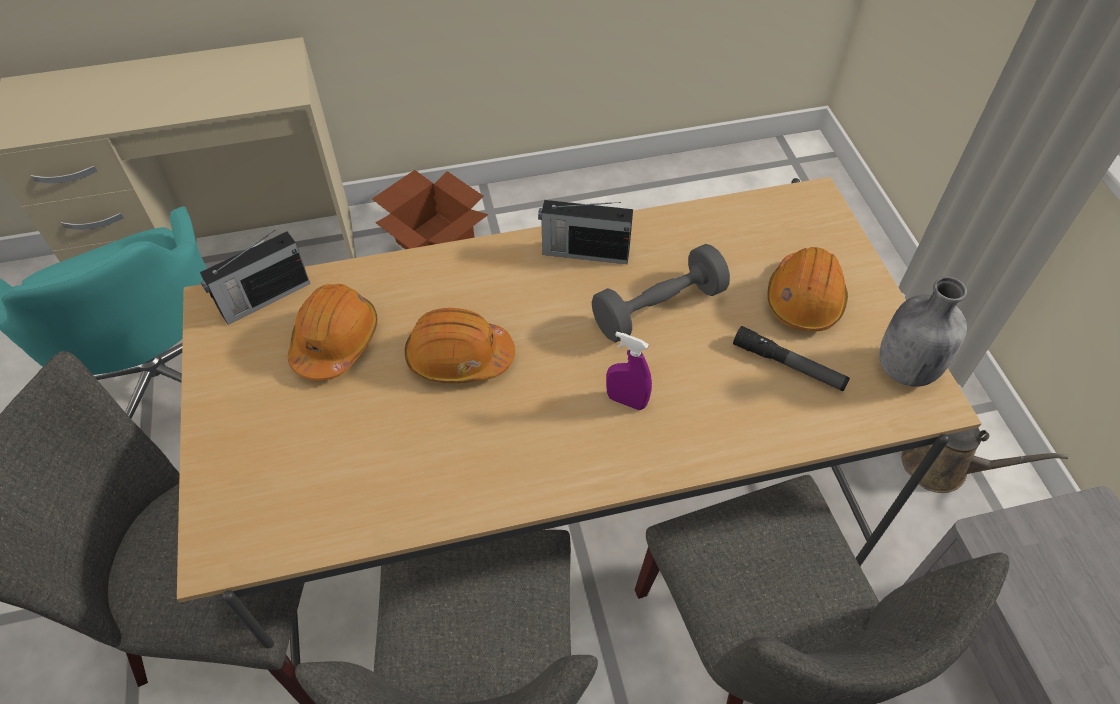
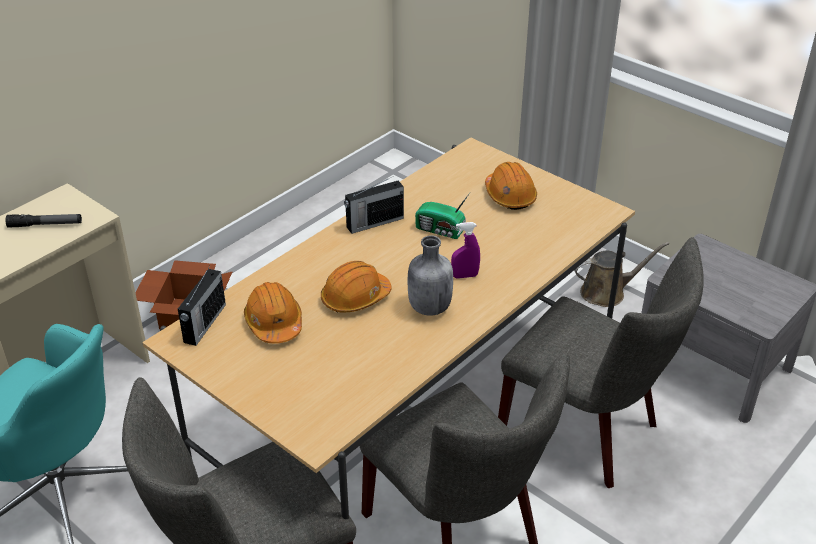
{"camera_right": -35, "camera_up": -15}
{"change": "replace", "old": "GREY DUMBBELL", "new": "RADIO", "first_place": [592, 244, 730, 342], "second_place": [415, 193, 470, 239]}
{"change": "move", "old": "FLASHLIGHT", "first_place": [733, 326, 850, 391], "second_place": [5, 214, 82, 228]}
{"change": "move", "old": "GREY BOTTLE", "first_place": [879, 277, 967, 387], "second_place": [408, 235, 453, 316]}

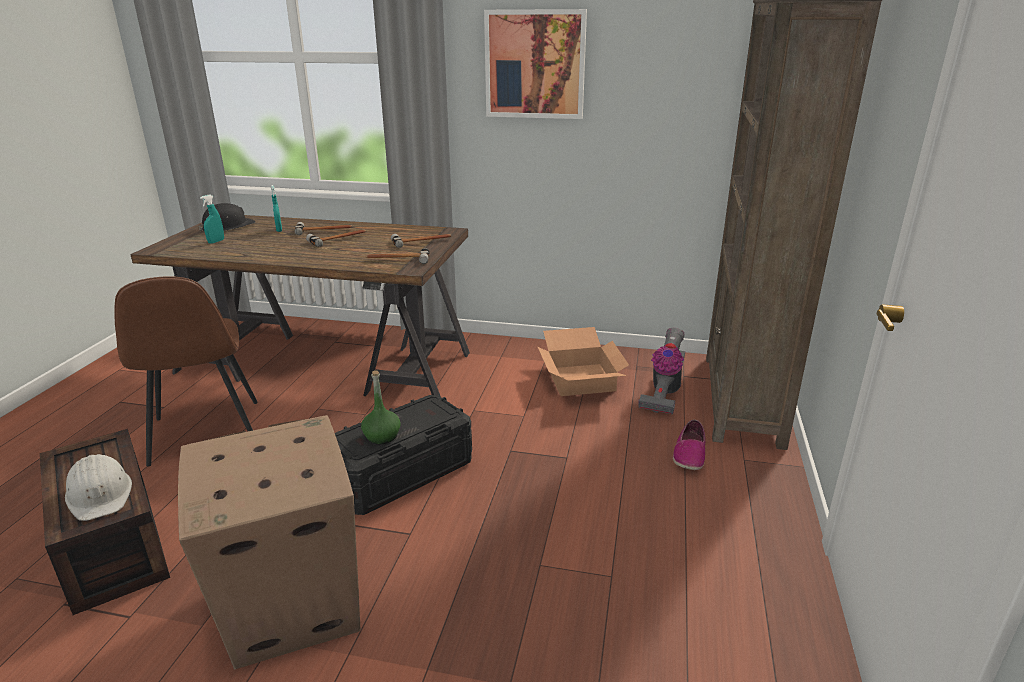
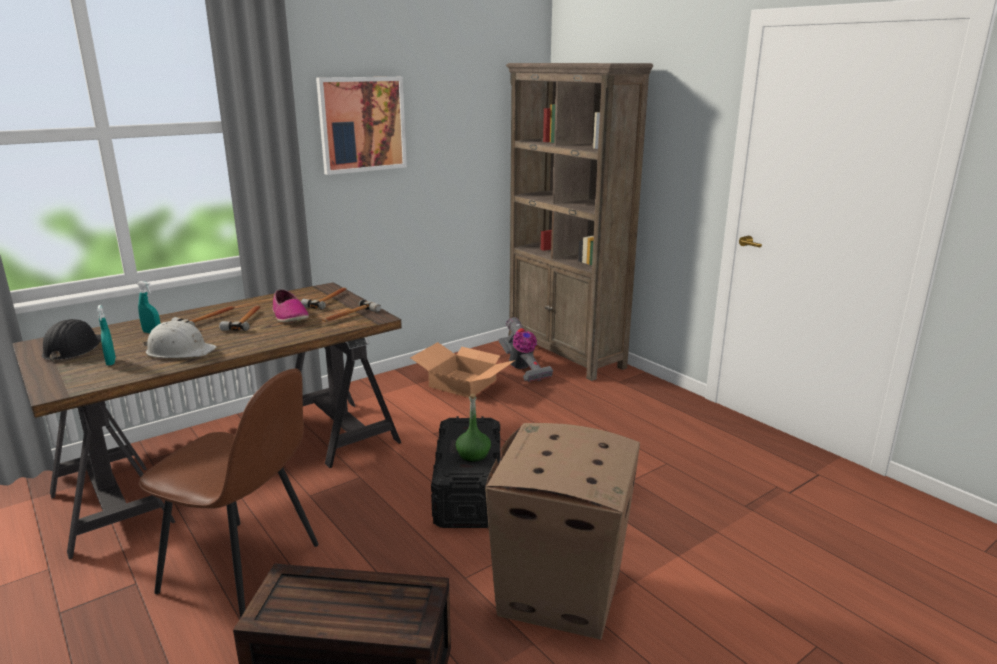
{"camera_right": -50, "camera_up": -5}
{"change": "move", "old": "WHITE HARD HAT", "first_place": [65, 454, 132, 521], "second_place": [143, 321, 217, 358]}
{"change": "move", "old": "SHOE", "first_place": [673, 419, 705, 470], "second_place": [272, 289, 309, 323]}

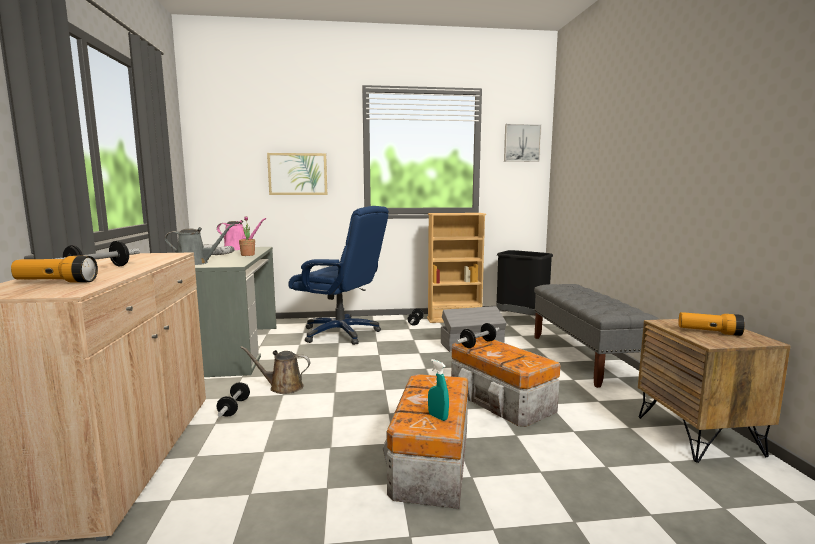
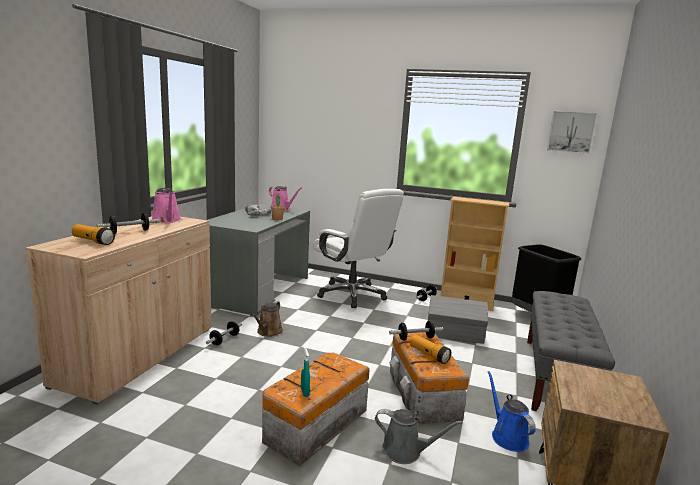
{"camera_right": 25, "camera_up": 5}
{"change": "move", "old": "GREY WATERING CAN", "first_place": [165, 224, 234, 265], "second_place": [375, 409, 463, 464]}
{"change": "rotate", "old": "BROWN WATERING CAN", "first_place": [240, 346, 311, 394], "second_place": [252, 301, 283, 337], "degrees": -105}
{"change": "delete", "old": "PICTURE", "first_place": [267, 153, 327, 195]}
{"change": "recolor", "old": "BLUE OFFICE CHAIR", "new": "WHITE OFFICE CHAIR", "first_place": [288, 206, 389, 345], "second_place": [313, 189, 404, 308]}
{"change": "move", "old": "FLASHLIGHT", "first_place": [678, 312, 745, 336], "second_place": [410, 335, 451, 364]}
{"change": "insert", "new": "PINK WATERING CAN", "second_place": [152, 188, 181, 223]}
{"change": "insert", "new": "BLUE WATERING CAN", "second_place": [488, 371, 536, 452]}

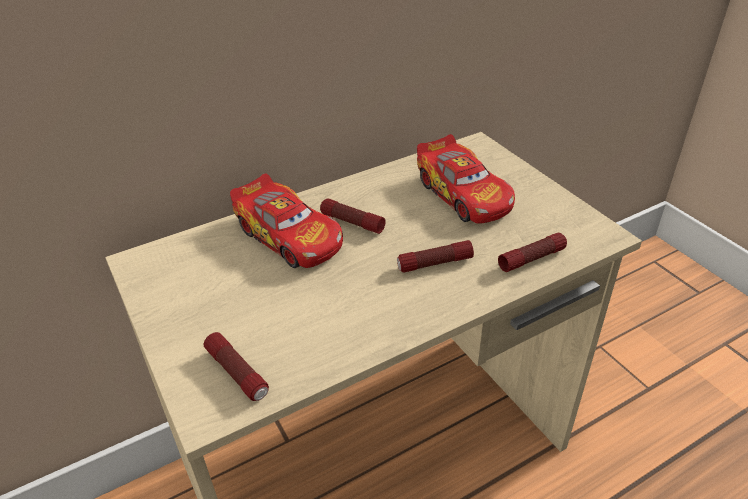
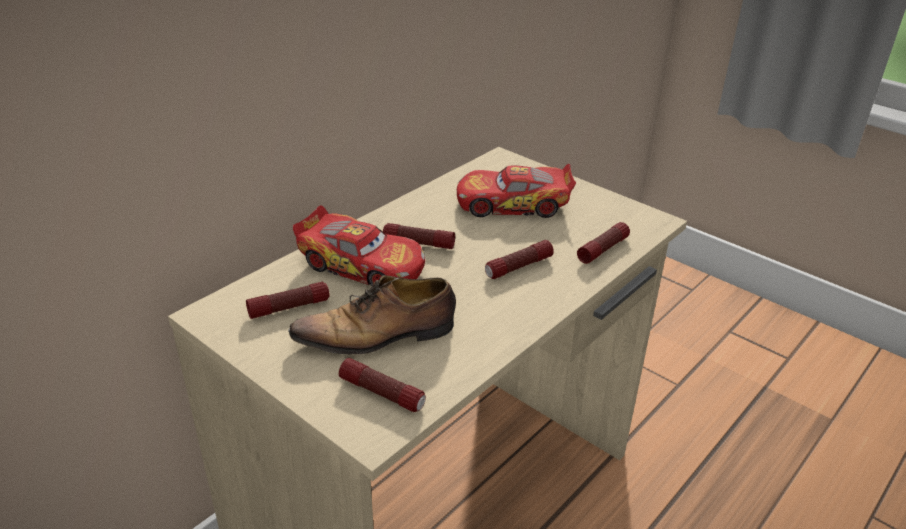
{"camera_right": -20, "camera_up": -5}
{"change": "rotate", "old": "TOY CAR", "first_place": [417, 134, 515, 223], "second_place": [457, 164, 576, 218], "degrees": 135}
{"change": "insert", "new": "FLASHLIGHT", "second_place": [246, 282, 330, 319]}
{"change": "insert", "new": "SHOE", "second_place": [288, 275, 456, 355]}

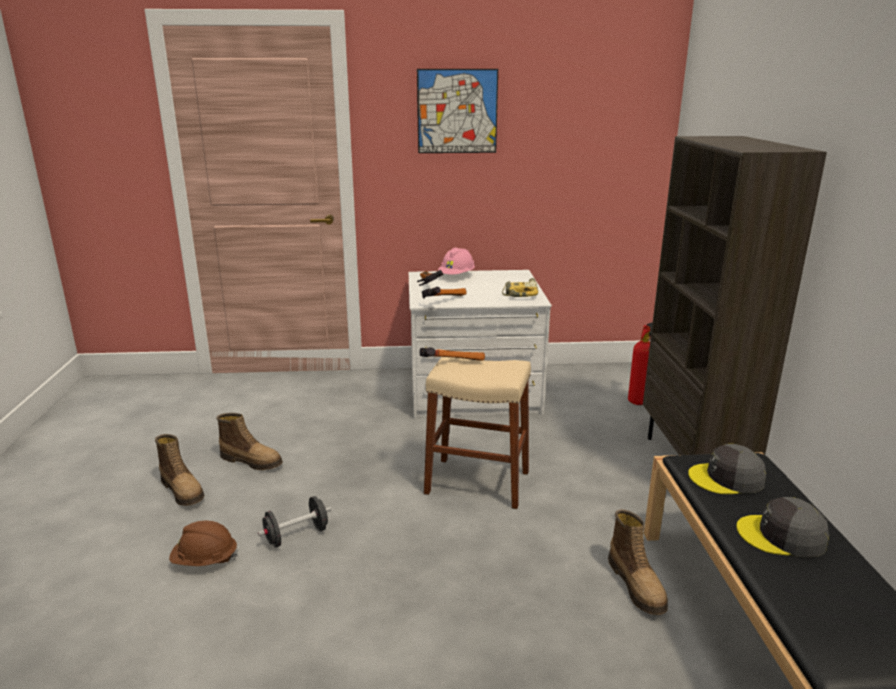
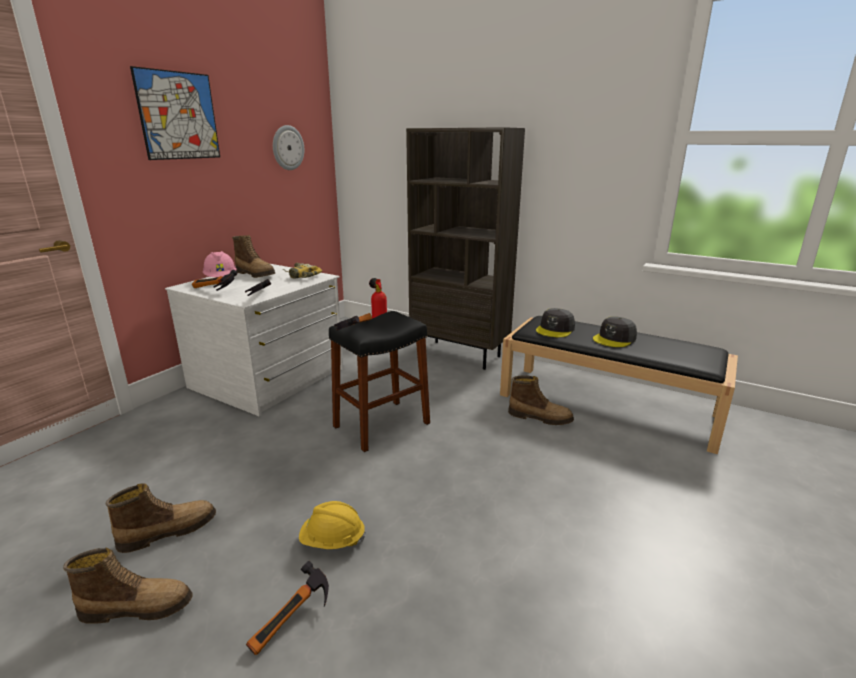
{"camera_right": -55, "camera_up": 0}
{"change": "replace", "old": "BROWN HARD HAT", "new": "HAMMER", "first_place": [169, 521, 238, 566], "second_place": [246, 561, 329, 655]}
{"change": "replace", "old": "BLACK DUMBBELL", "new": "YELLOW HARD HAT", "first_place": [258, 496, 331, 548], "second_place": [299, 501, 366, 549]}
{"change": "recolor", "old": "BEIGE STOOL", "new": "BLACK STOOL", "first_place": [424, 357, 531, 509], "second_place": [329, 311, 430, 452]}
{"change": "insert", "new": "BOOT", "second_place": [232, 235, 275, 278]}
{"change": "insert", "new": "WALL CLOCK", "second_place": [273, 125, 304, 170]}

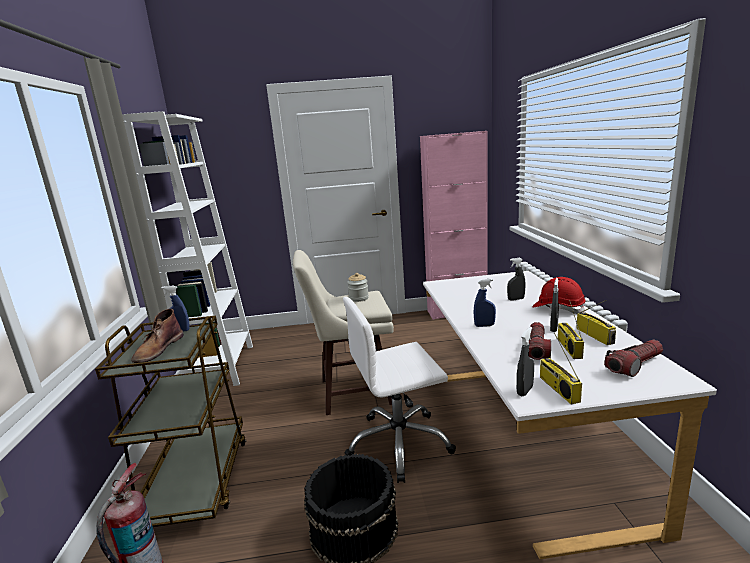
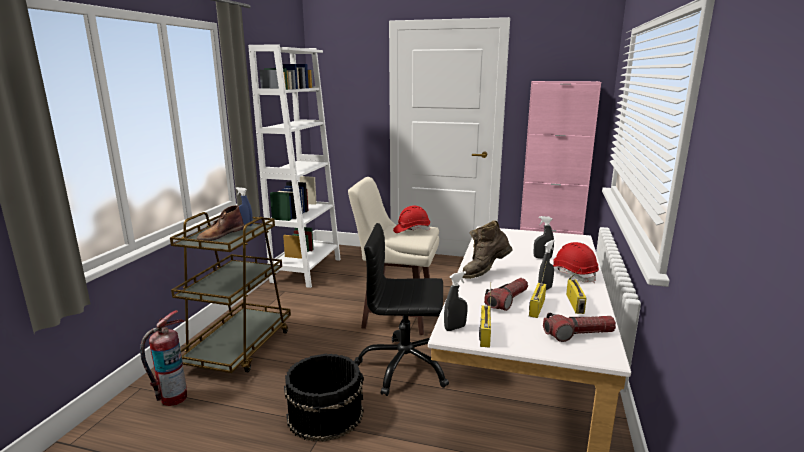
{"camera_right": 20, "camera_up": 0}
{"change": "recolor", "old": "WHITE OFFICE CHAIR", "new": "BLACK OFFICE CHAIR", "first_place": [343, 297, 456, 483], "second_place": [354, 223, 449, 396]}
{"change": "replace", "old": "JAR", "new": "RED HARD HAT", "first_place": [347, 273, 369, 302], "second_place": [393, 205, 430, 233]}
{"change": "replace", "old": "BLUE SPRAY BOTTLE", "new": "BROWN BOOT", "first_place": [473, 279, 496, 327], "second_place": [463, 220, 513, 279]}

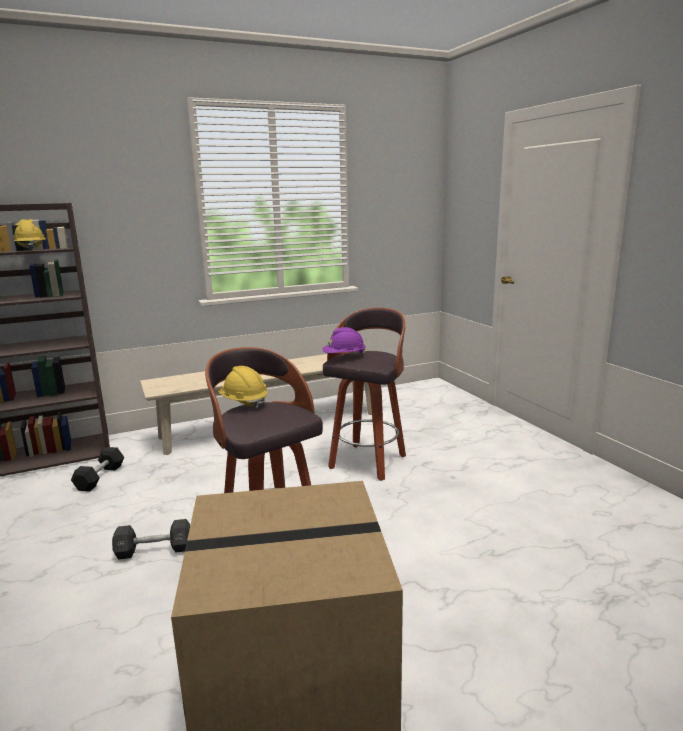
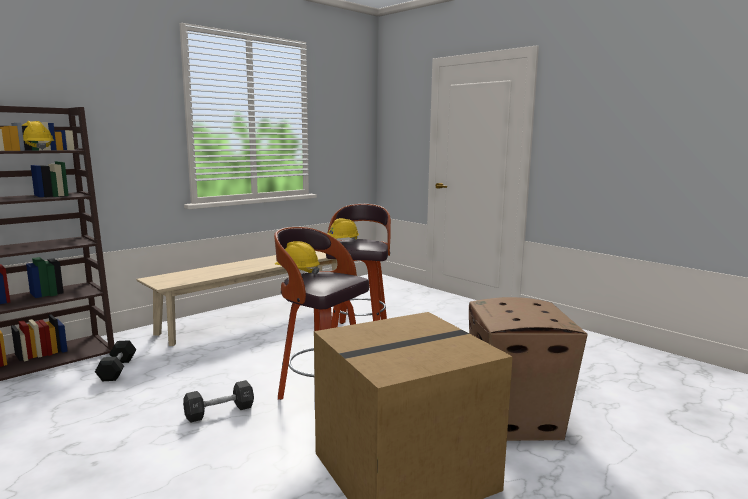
{"camera_right": -20, "camera_up": -5}
{"change": "recolor", "old": "PURPLE HARD HAT", "new": "YELLOW HARD HAT", "first_place": [323, 327, 366, 355], "second_place": [328, 218, 359, 241]}
{"change": "insert", "new": "CARDBOARD BOX", "second_place": [469, 297, 588, 441]}

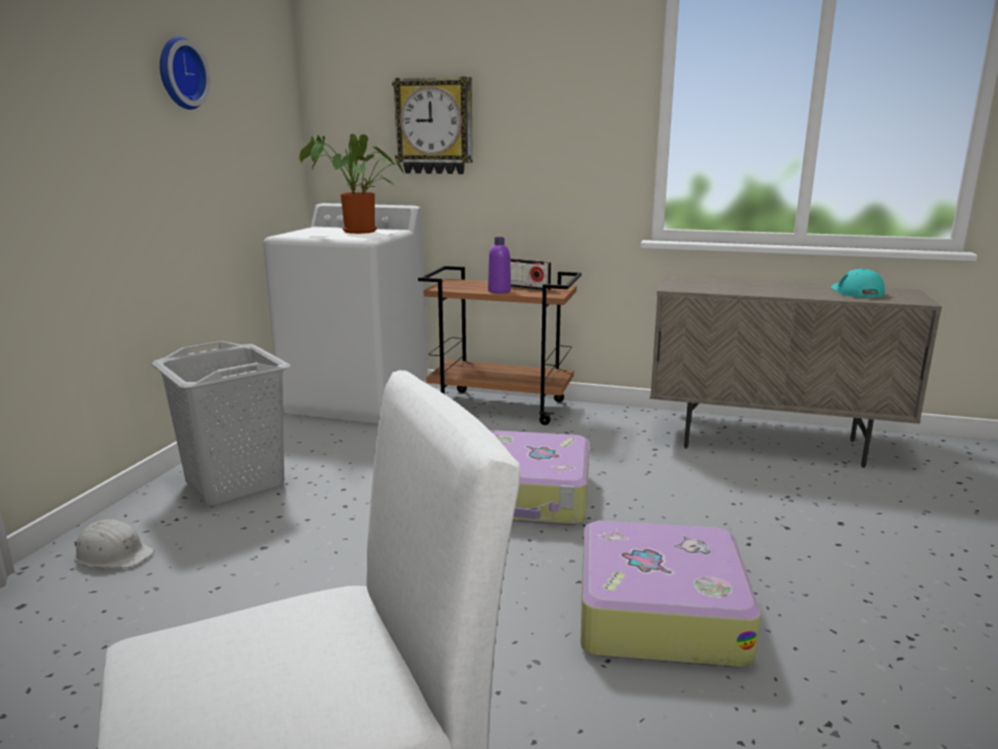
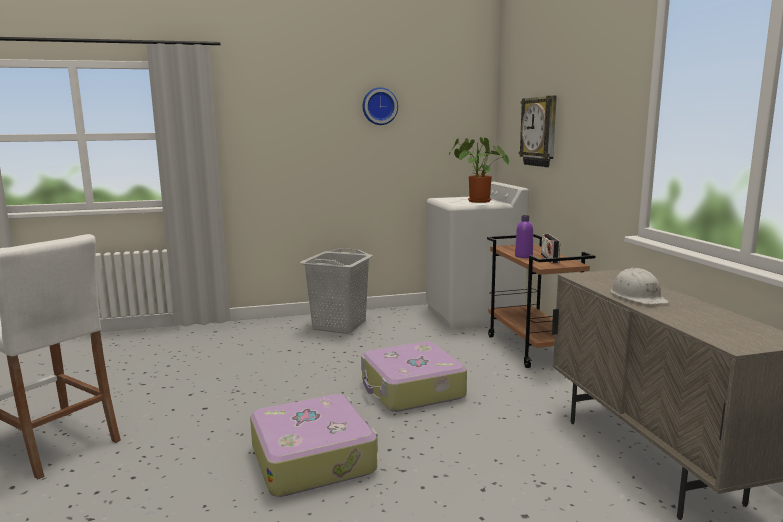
{"camera_right": 60, "camera_up": -5}
{"change": "move", "old": "WHITE HARD HAT", "first_place": [74, 519, 154, 568], "second_place": [610, 268, 669, 305]}
{"change": "delete", "old": "TURQUOISE CAP", "first_place": [831, 269, 885, 297]}

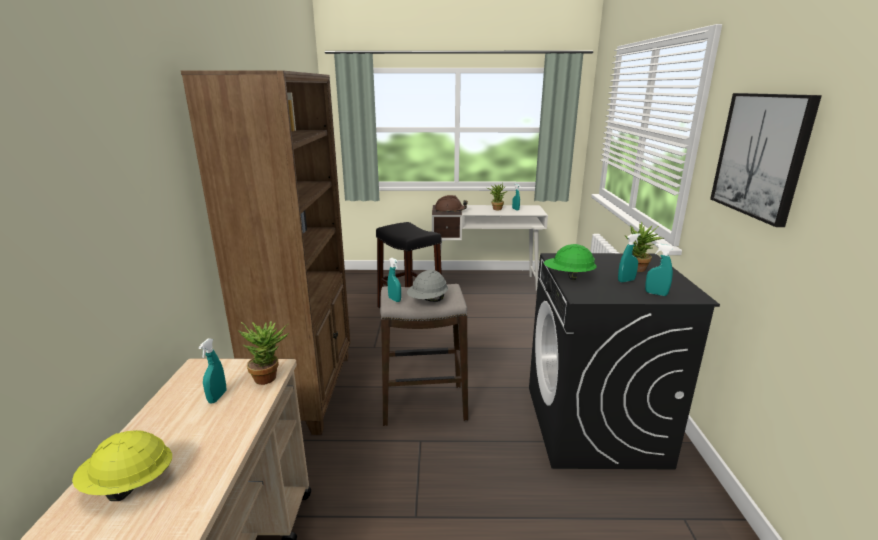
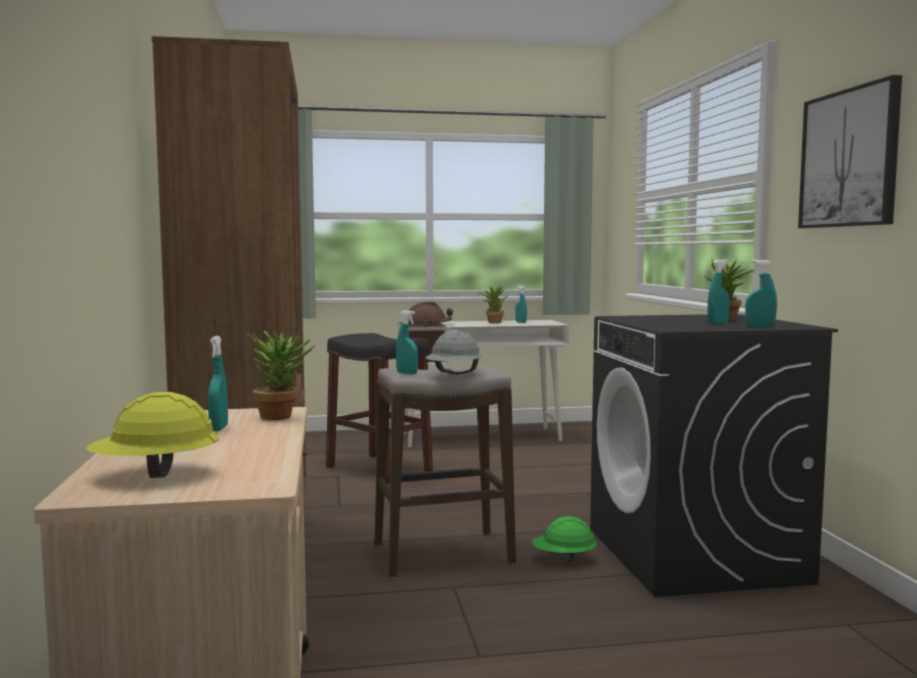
{"camera_right": -10, "camera_up": -15}
{"change": "move", "old": "GREEN HARD HAT", "first_place": [544, 244, 596, 280], "second_place": [532, 516, 597, 563]}

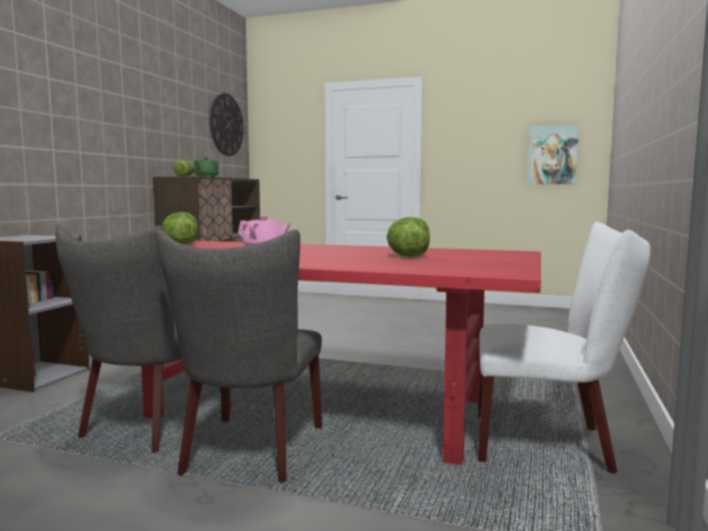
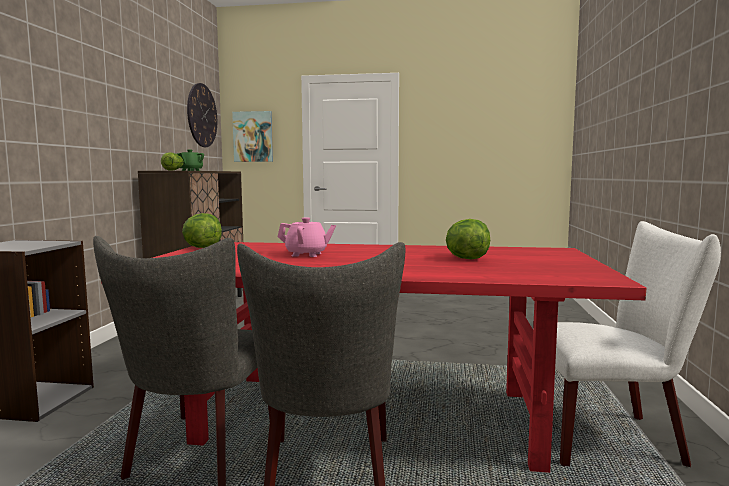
{"camera_right": -10, "camera_up": 0}
{"change": "move", "old": "PICTURE", "first_place": [528, 125, 579, 184], "second_place": [232, 111, 273, 162]}

